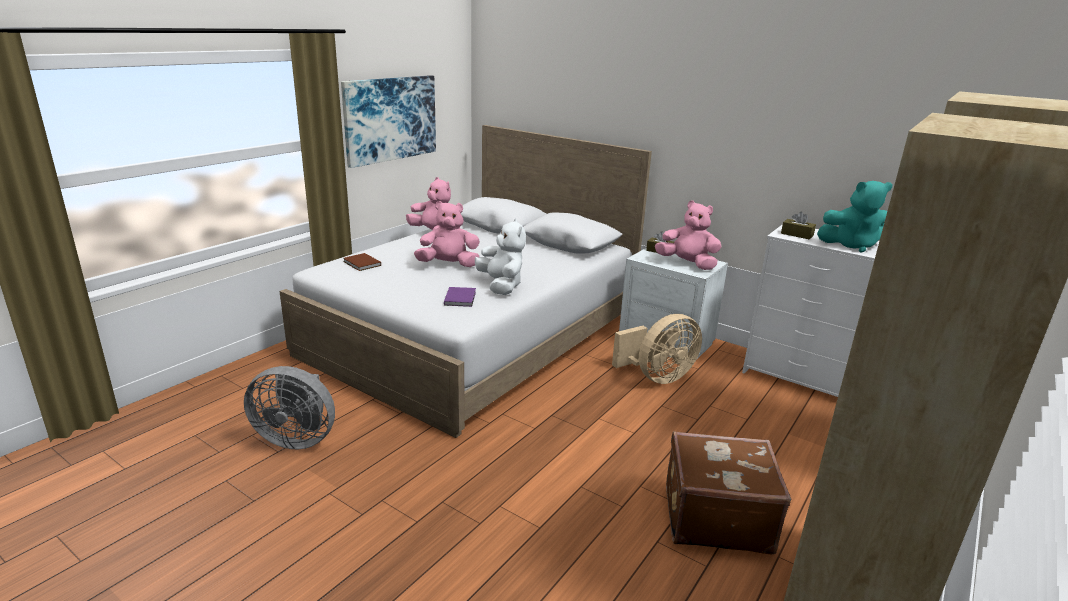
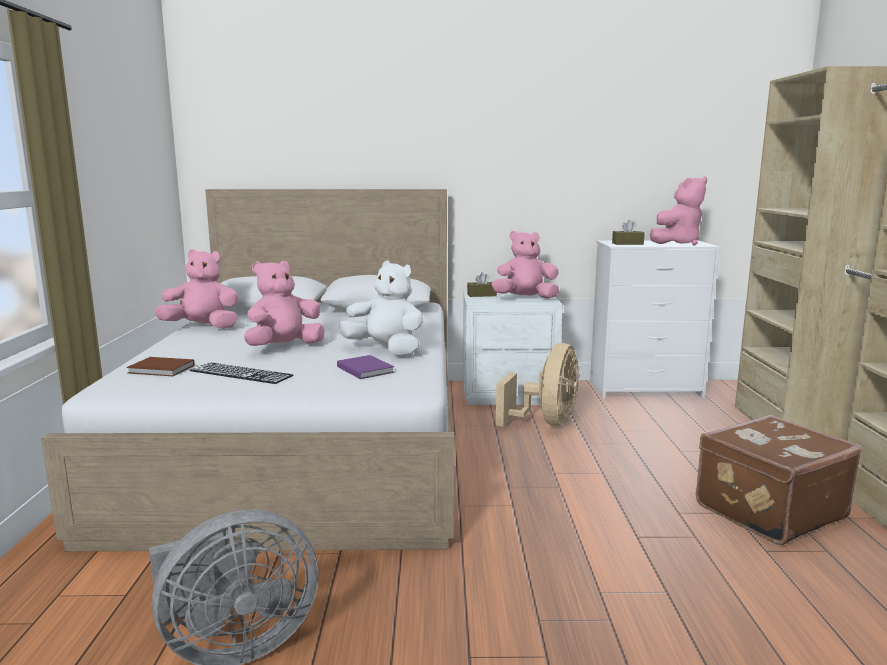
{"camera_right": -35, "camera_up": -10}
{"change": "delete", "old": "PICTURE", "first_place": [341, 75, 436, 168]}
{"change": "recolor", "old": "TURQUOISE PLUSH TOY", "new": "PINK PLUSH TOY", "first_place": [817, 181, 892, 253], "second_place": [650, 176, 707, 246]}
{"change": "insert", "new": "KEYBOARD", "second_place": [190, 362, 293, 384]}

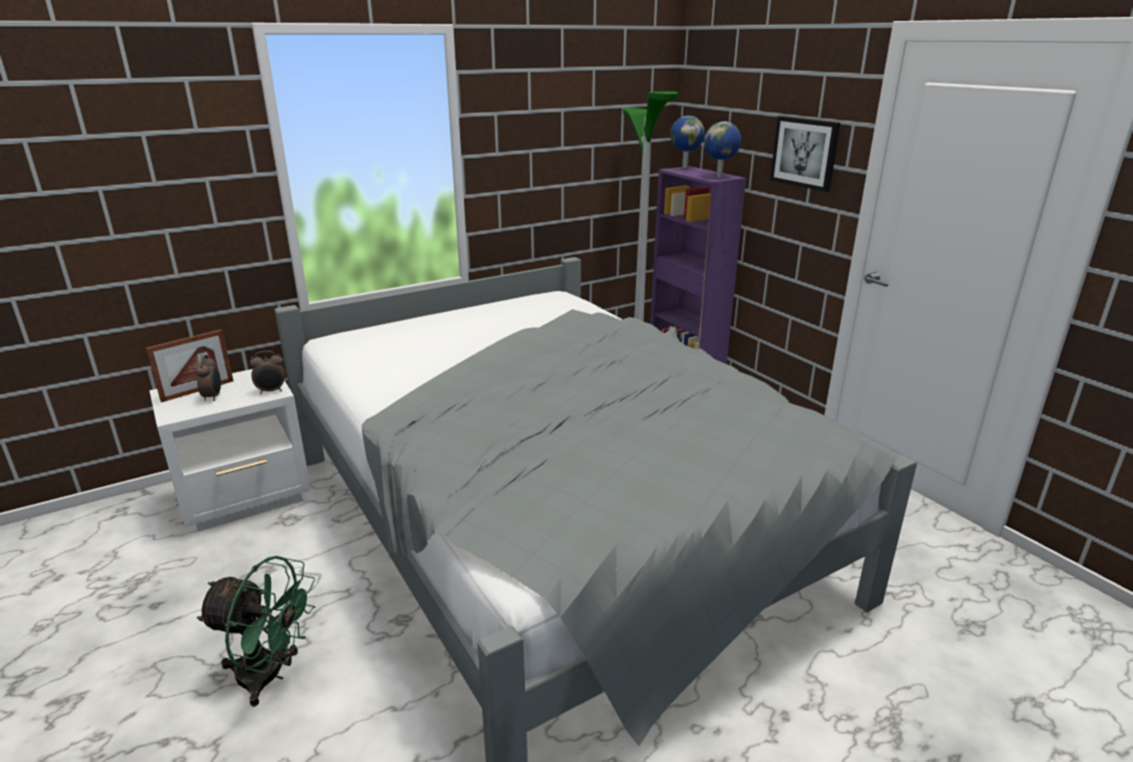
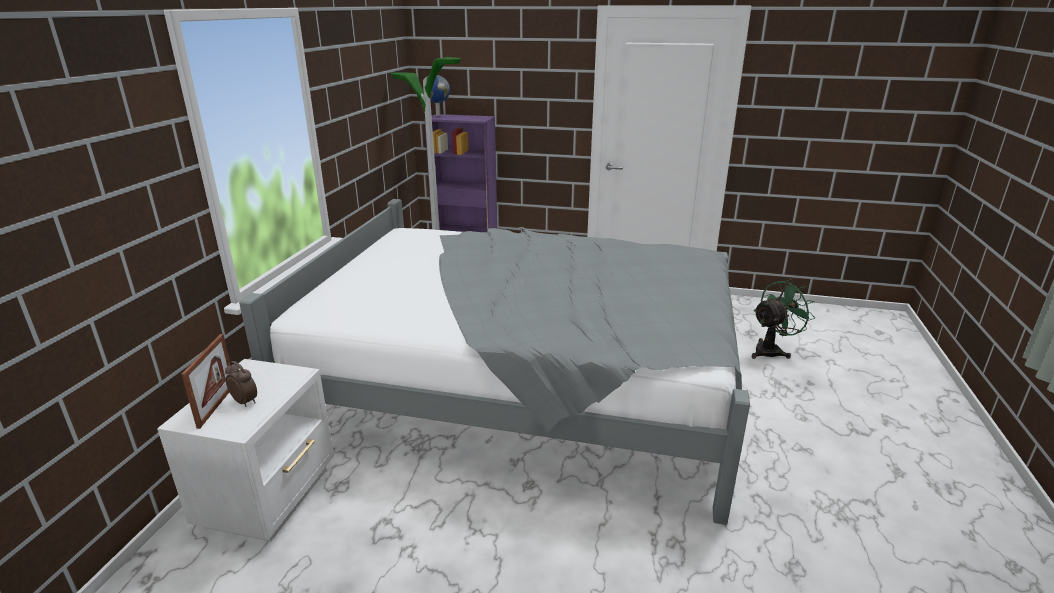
{"camera_right": -45, "camera_up": 0}
{"change": "move", "old": "GREEN FAN", "first_place": [197, 556, 315, 707], "second_place": [751, 279, 815, 359]}
{"change": "delete", "old": "ALARM CLOCK", "first_place": [250, 351, 285, 394]}
{"change": "delete", "old": "GLOBE", "first_place": [704, 121, 741, 178]}
{"change": "delete", "old": "PICTURE", "first_place": [770, 116, 840, 192]}

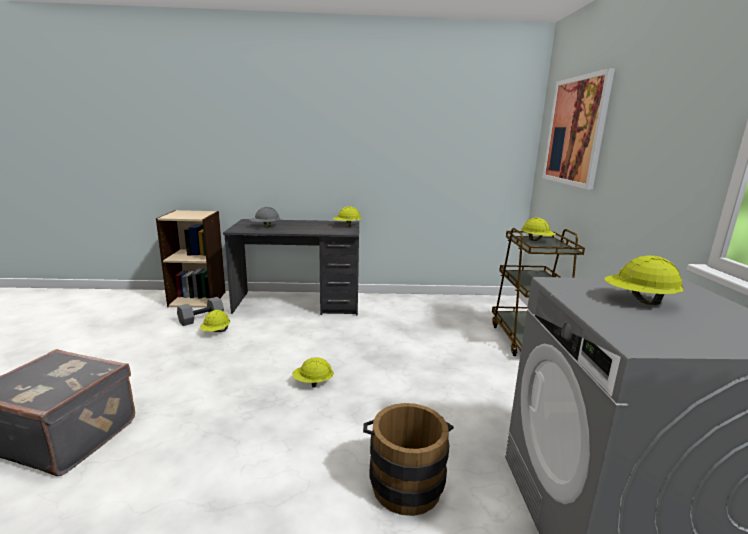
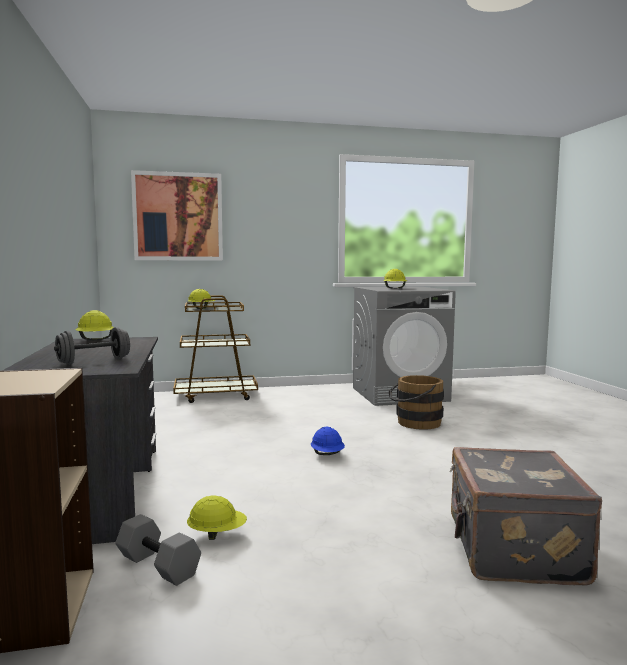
{"camera_right": -100, "camera_up": -10}
{"change": "replace", "old": "GREY HARD HAT", "new": "GREY DUMBBELL", "first_place": [250, 207, 280, 228], "second_place": [54, 327, 130, 365]}
{"change": "recolor", "old": "YELLOW HARD HAT", "new": "BLUE HARD HAT", "first_place": [292, 357, 334, 388], "second_place": [311, 427, 345, 455]}

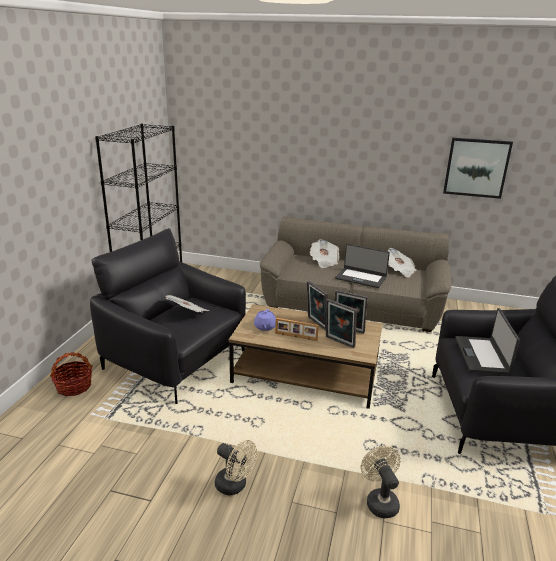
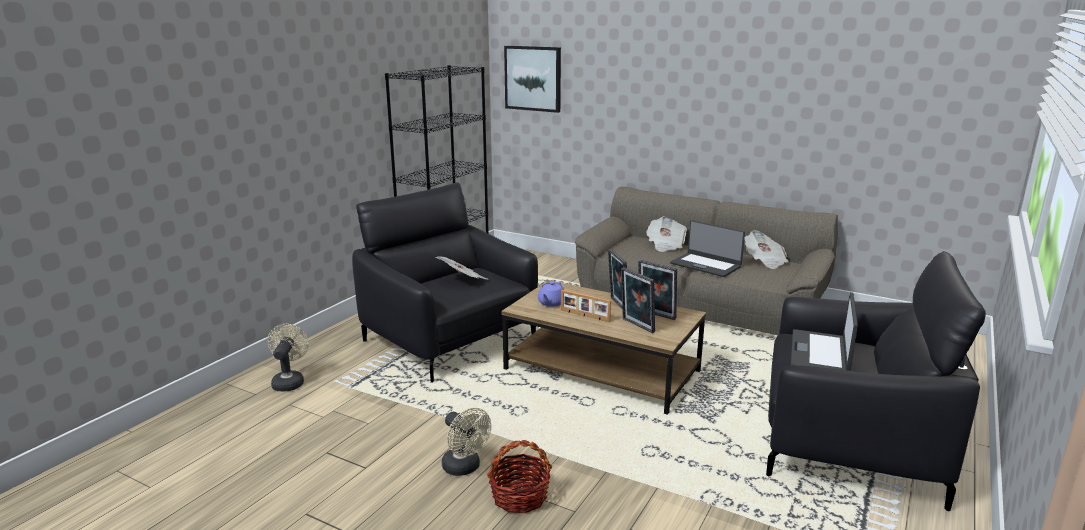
{"camera_right": 15, "camera_up": -5}
{"change": "move", "old": "BASKET", "first_place": [50, 352, 93, 396], "second_place": [487, 440, 552, 513]}
{"change": "move", "old": "BEIGE FAN", "first_place": [361, 446, 401, 518], "second_place": [267, 324, 309, 391]}
{"change": "move", "old": "PICTURE", "first_place": [443, 138, 513, 199], "second_place": [504, 46, 561, 113]}

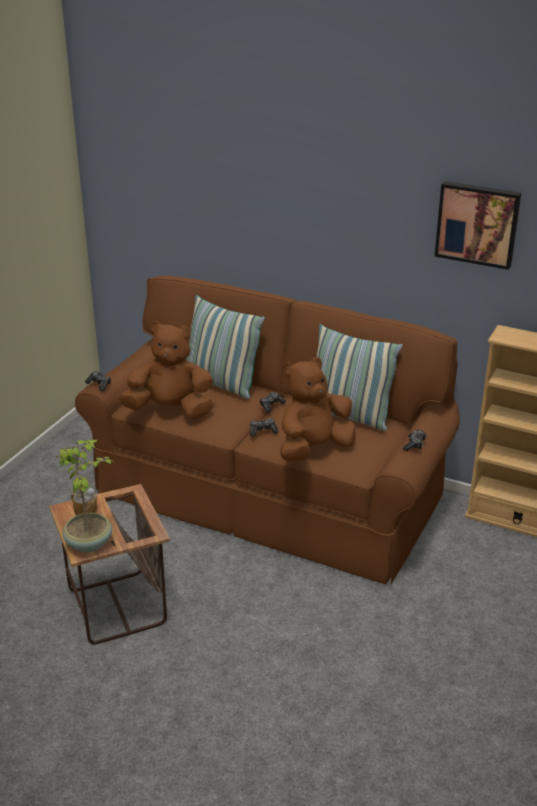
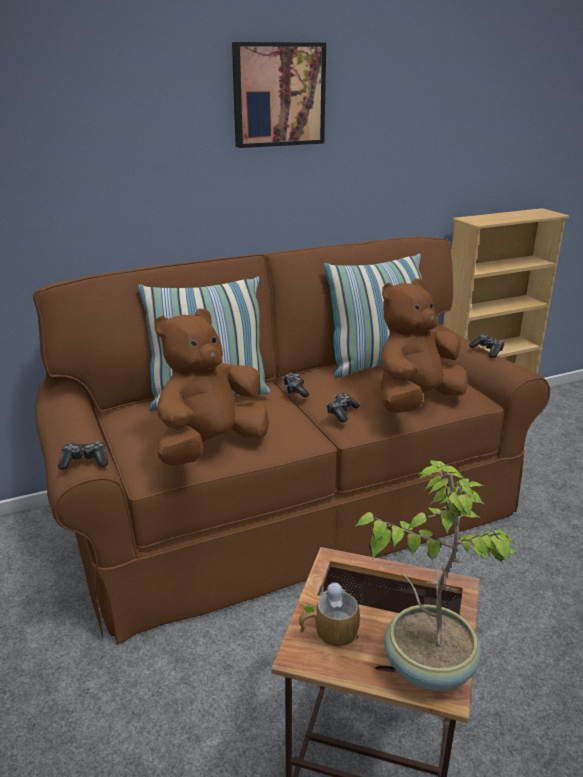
{"camera_right": -50, "camera_up": -5}
{"change": "rotate", "old": "BROWN PLUSH TOY", "first_place": [280, 357, 356, 462], "second_place": [380, 278, 468, 413], "degrees": 45}
{"change": "move", "old": "PICTURE", "first_place": [435, 181, 521, 270], "second_place": [232, 42, 326, 148]}

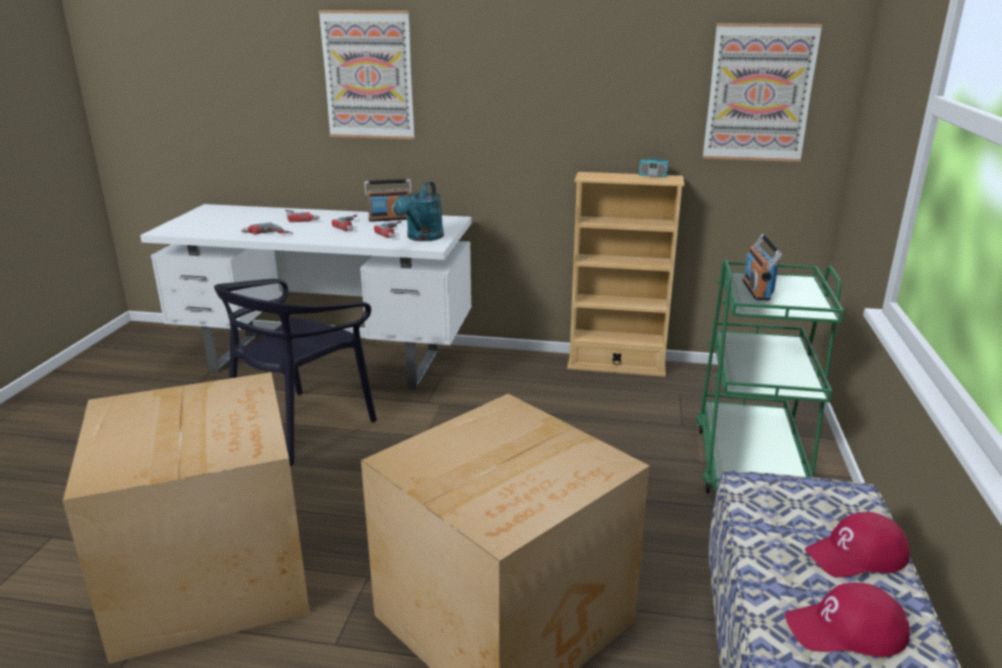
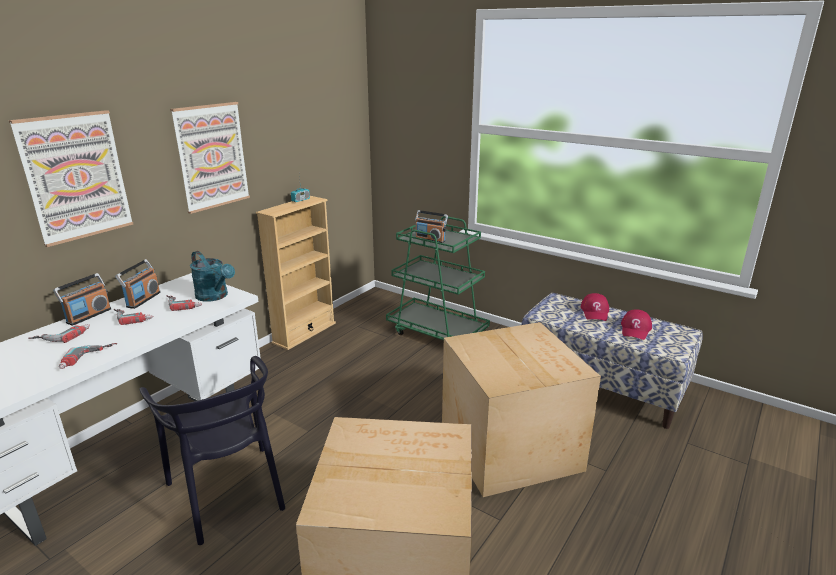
{"camera_right": -65, "camera_up": 0}
{"change": "move", "old": "PICTURE", "first_place": [703, 23, 822, 162], "second_place": [170, 102, 250, 214]}
{"change": "insert", "new": "RADIO", "second_place": [53, 273, 111, 326]}

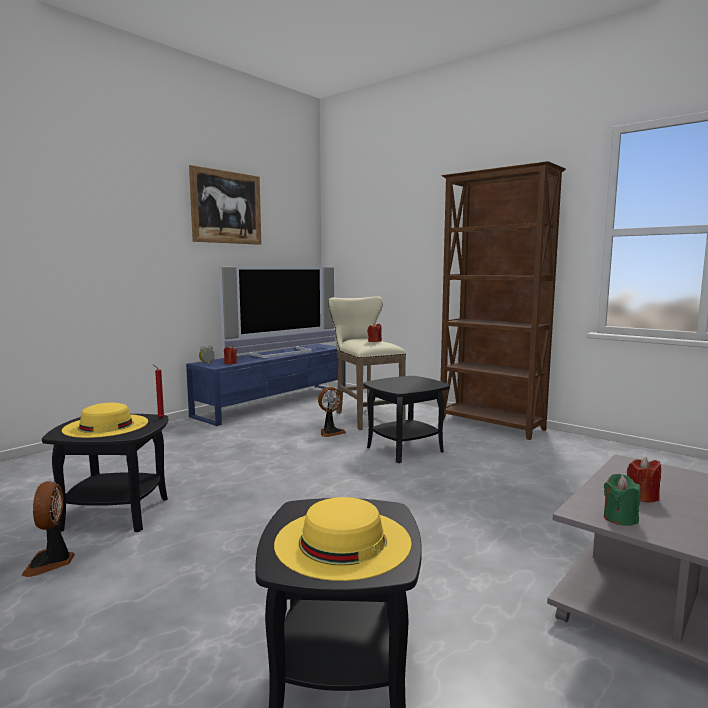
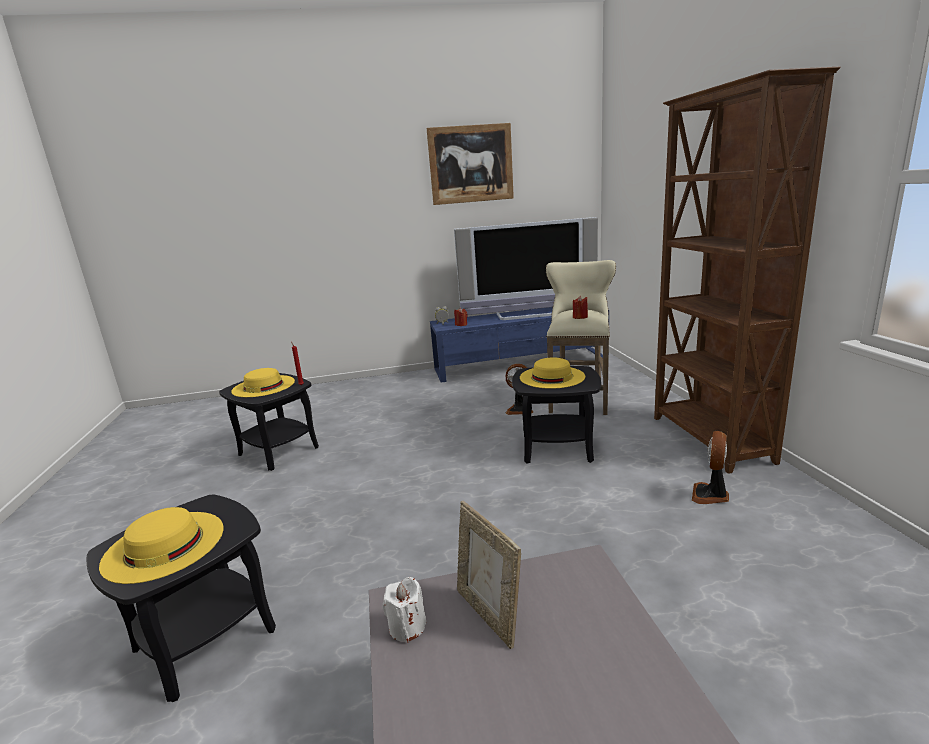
{"camera_right": 40, "camera_up": 10}
{"change": "move", "old": "FAN", "first_place": [22, 481, 75, 577], "second_place": [692, 431, 729, 504]}
{"change": "recolor", "old": "GREEN CANDLE", "new": "WHITE CANDLE", "first_place": [604, 474, 641, 526], "second_place": [383, 577, 426, 643]}
{"change": "replace", "old": "RED CANDLE", "new": "PICTURE FRAME", "first_place": [627, 457, 661, 503], "second_place": [457, 501, 521, 649]}
{"change": "insert", "new": "YELLOW HAT", "second_place": [520, 357, 585, 389]}

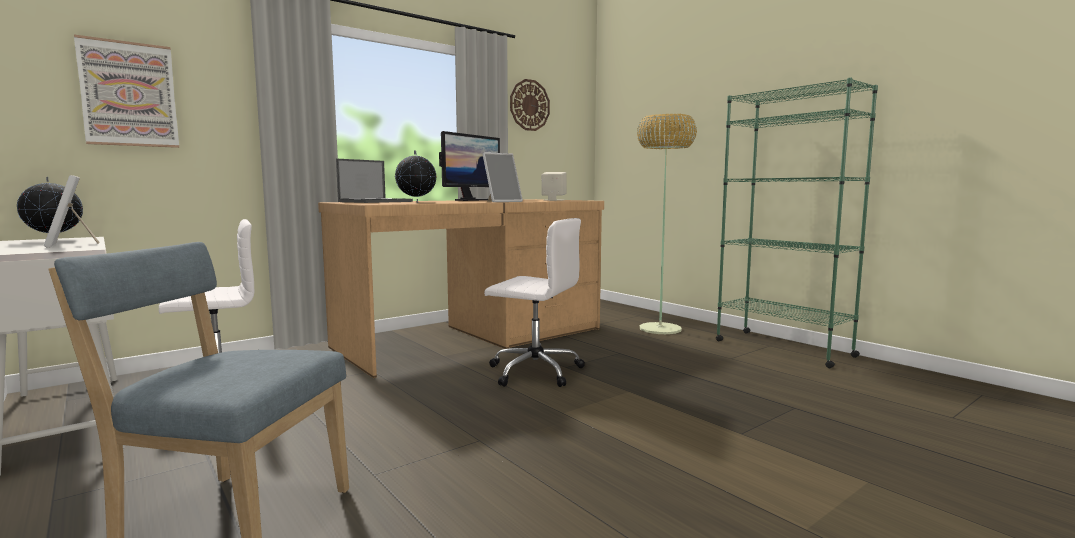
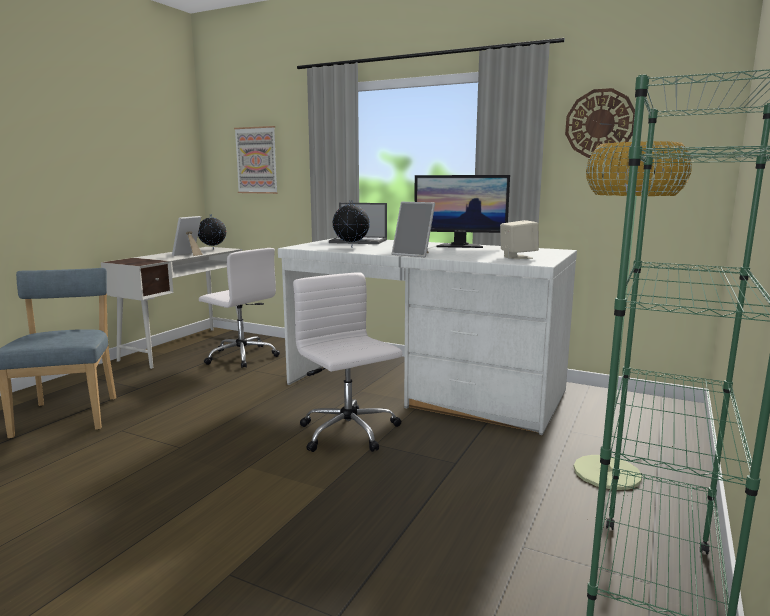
{"camera_right": 65, "camera_up": 5}
{"change": "recolor", "old": "BROWN DESK", "new": "WHITE DESK", "first_place": [318, 199, 604, 378], "second_place": [278, 238, 577, 435]}
{"change": "rotate", "old": "WHITE OFFICE CHAIR", "first_place": [484, 218, 585, 387], "second_place": [293, 272, 402, 452], "degrees": 150}

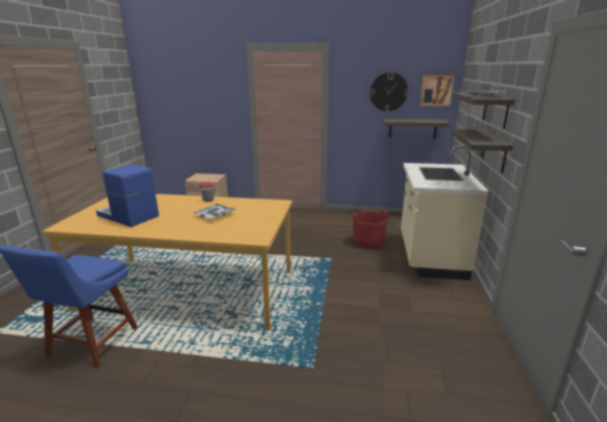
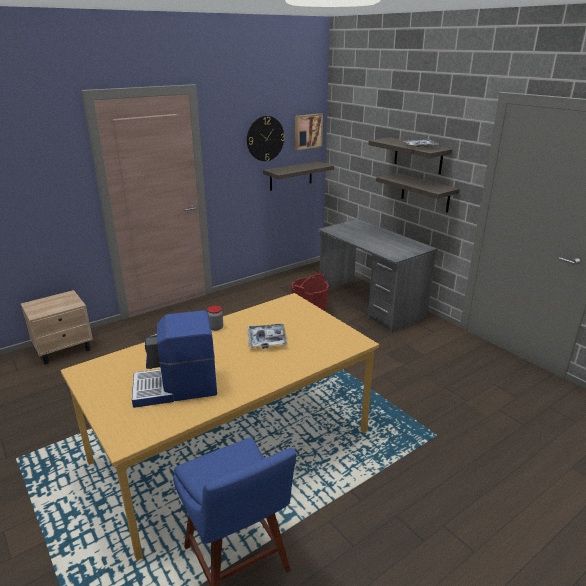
{"camera_right": -45, "camera_up": 5}
{"change": "replace", "old": "BEIGE COUNTER", "new": "GREY DESK", "first_place": [401, 145, 489, 280], "second_place": [318, 219, 437, 332]}

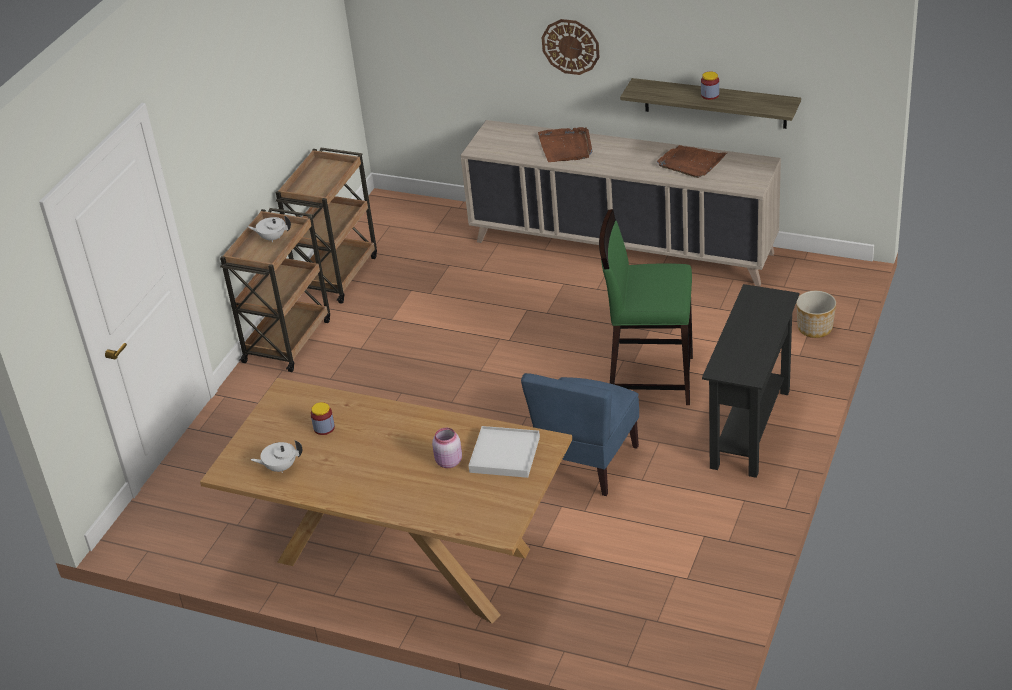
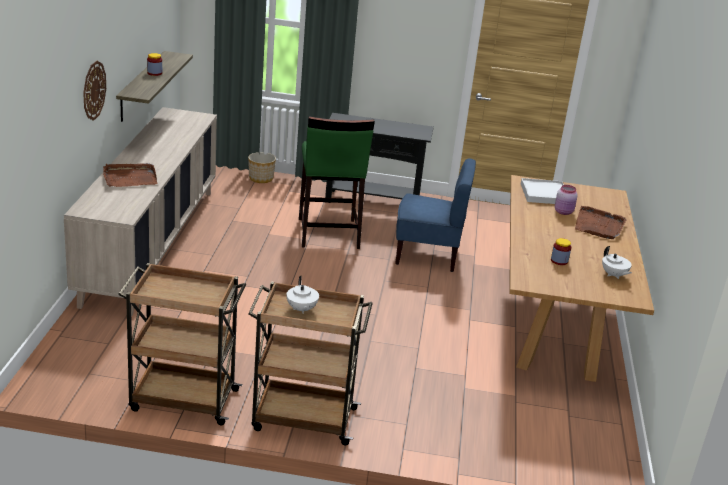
{"camera_right": -110, "camera_up": -10}
{"change": "move", "old": "BROWN TRAY", "first_place": [656, 145, 727, 178], "second_place": [575, 206, 626, 239]}

